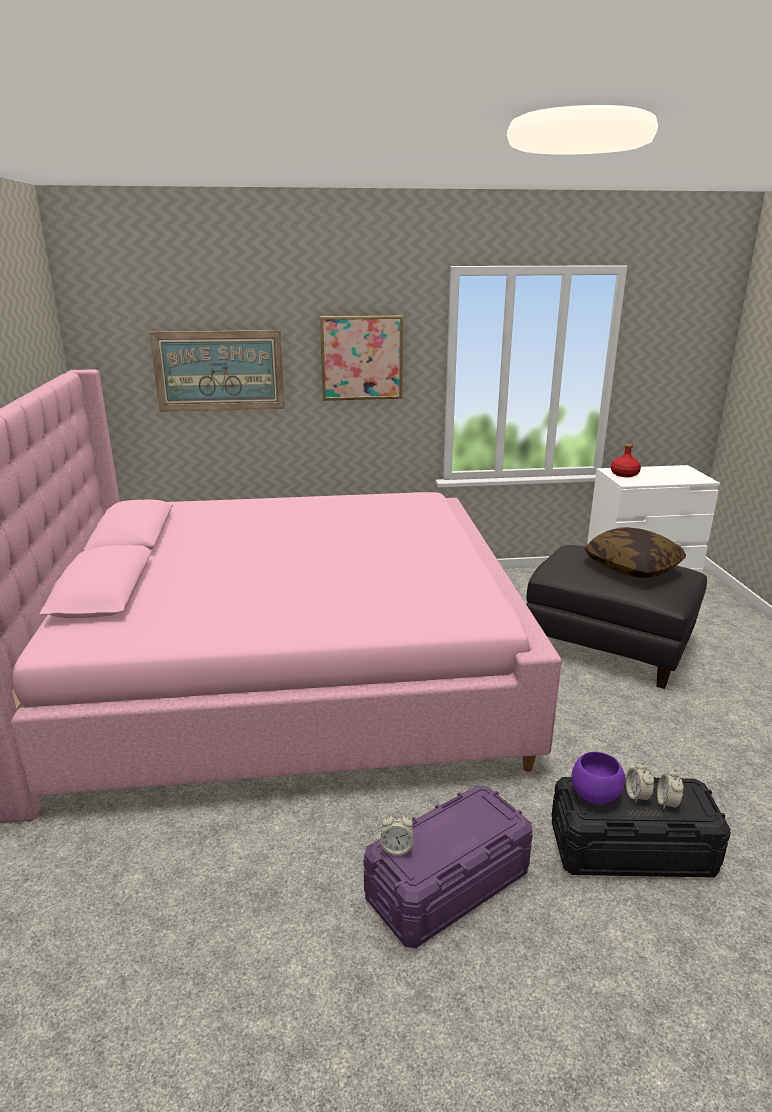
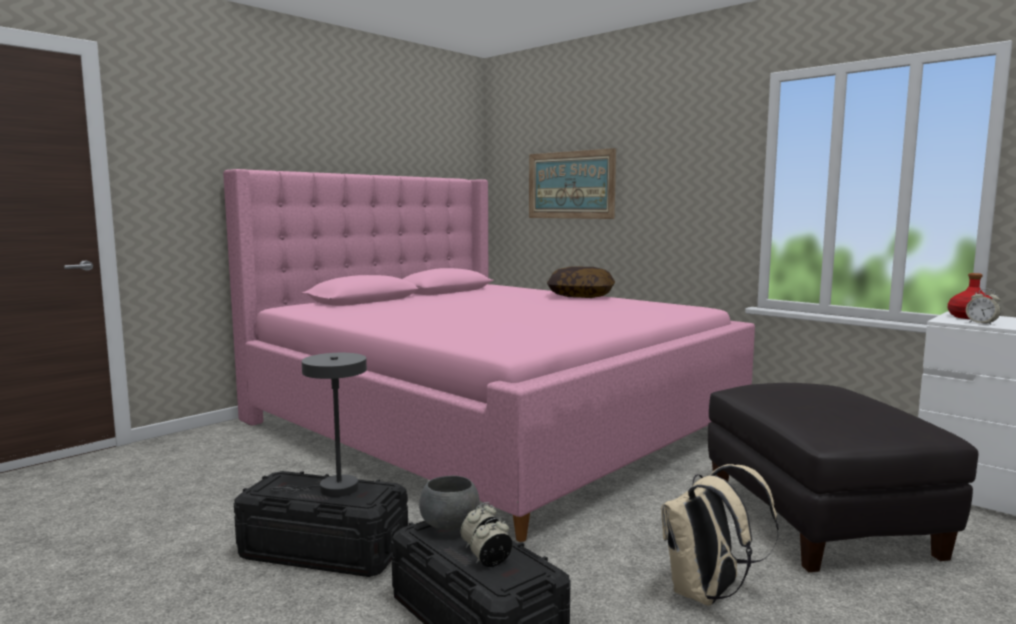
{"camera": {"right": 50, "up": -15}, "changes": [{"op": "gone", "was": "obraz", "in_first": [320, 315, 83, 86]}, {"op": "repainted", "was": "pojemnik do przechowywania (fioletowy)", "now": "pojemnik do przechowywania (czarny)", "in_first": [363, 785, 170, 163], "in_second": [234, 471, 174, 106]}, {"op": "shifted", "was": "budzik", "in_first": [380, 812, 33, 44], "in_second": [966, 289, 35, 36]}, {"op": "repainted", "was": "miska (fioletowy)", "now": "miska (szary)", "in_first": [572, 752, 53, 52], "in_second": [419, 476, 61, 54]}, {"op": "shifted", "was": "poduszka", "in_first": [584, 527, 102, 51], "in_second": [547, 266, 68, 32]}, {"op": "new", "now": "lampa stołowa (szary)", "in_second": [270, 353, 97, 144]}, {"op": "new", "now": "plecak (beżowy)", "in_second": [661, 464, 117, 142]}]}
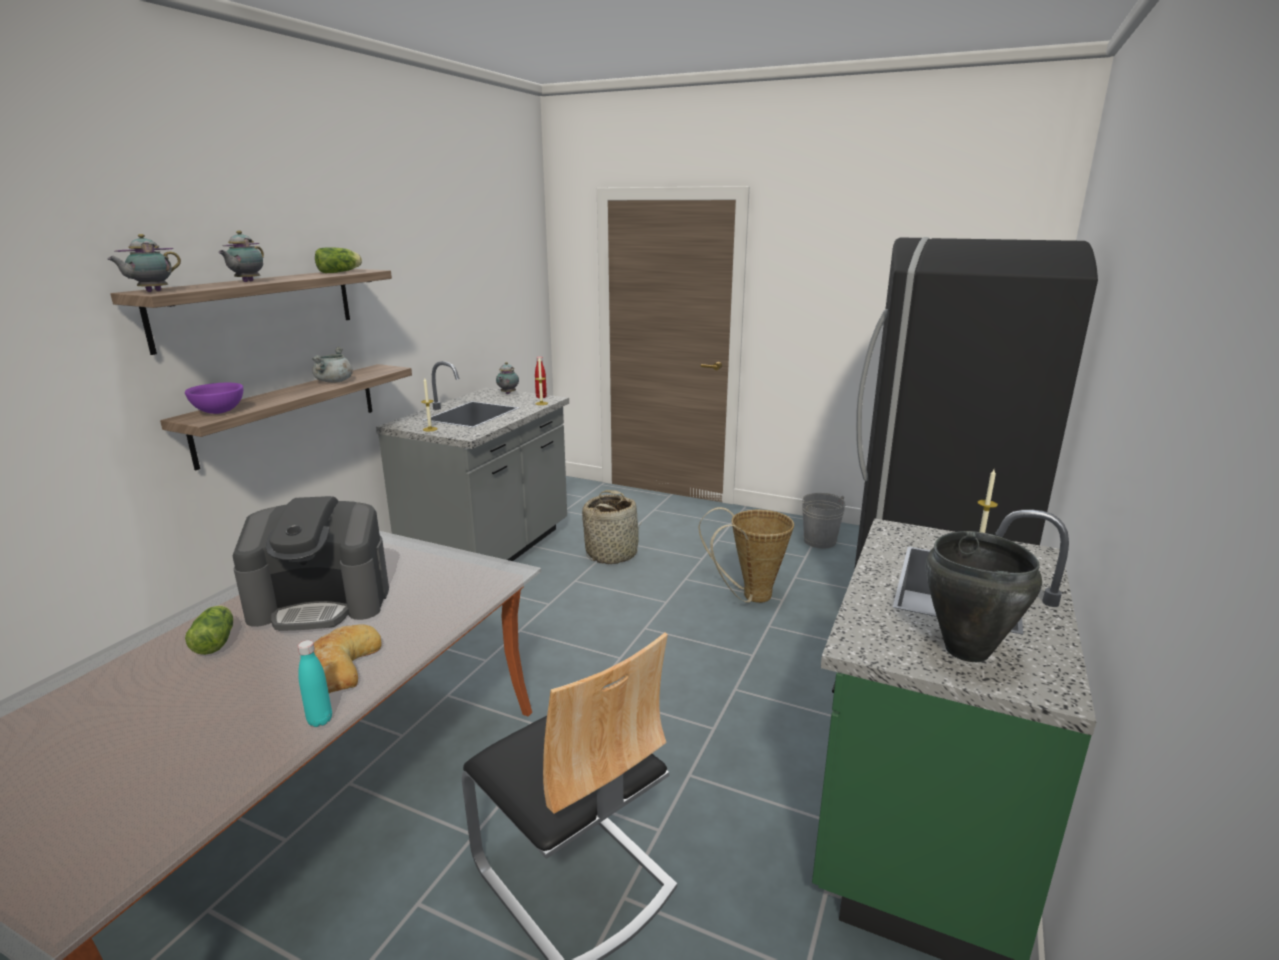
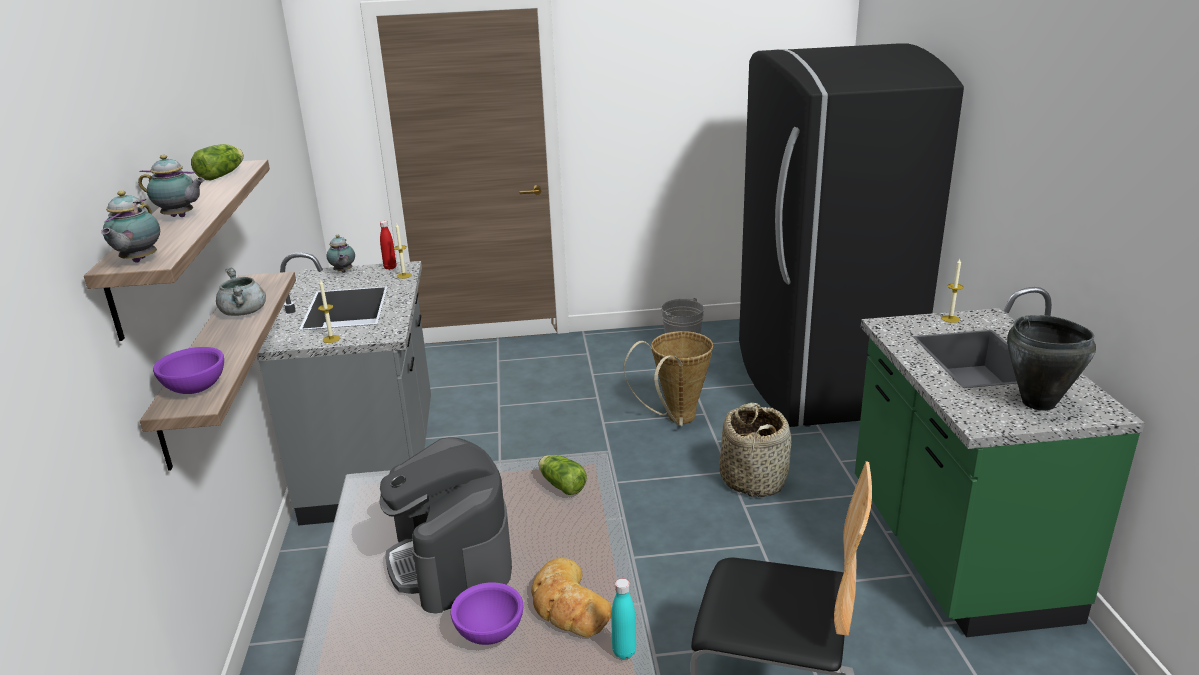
{"camera": {"right": -30, "up": 5}, "changes": [{"op": "shifted", "was": "sałata", "in_first": [185, 605, 48, 50], "in_second": [538, 455, 49, 40]}, {"op": "rotated", "was": "imbryk", "in_first": [218, 231, 46, 51], "in_second": [138, 155, 67, 62], "clockwise": -60}, {"op": "rotated", "was": "ekspres do kawy", "in_first": [233, 496, 156, 135], "in_second": [380, 438, 132, 175], "clockwise": 105}, {"op": "shifted", "was": "koszyk", "in_first": [582, 490, 59, 74], "in_second": [719, 403, 73, 94]}, {"op": "new", "now": "miska (fioletowy)", "in_second": [451, 582, 72, 63]}]}
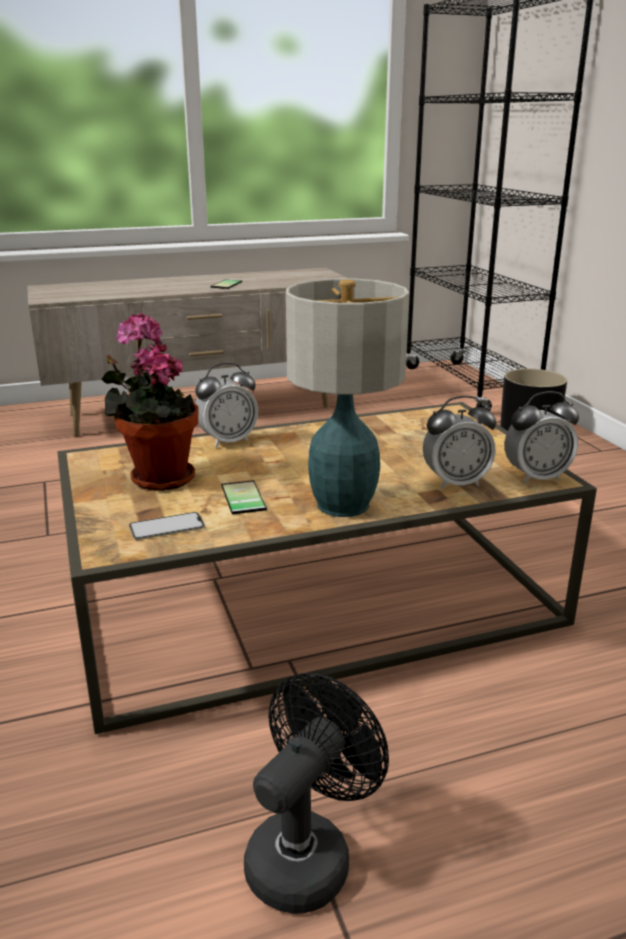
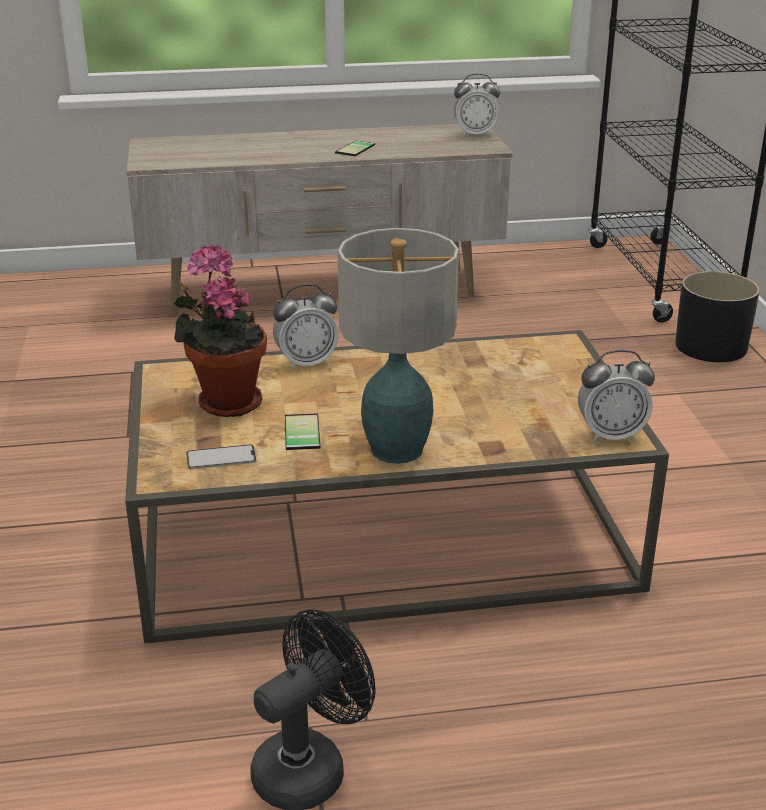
{"camera": {"right": 10, "up": 5}, "changes": [{"op": "shifted", "was": "budzik", "in_first": [423, 396, 73, 94], "in_second": [454, 73, 46, 64]}]}
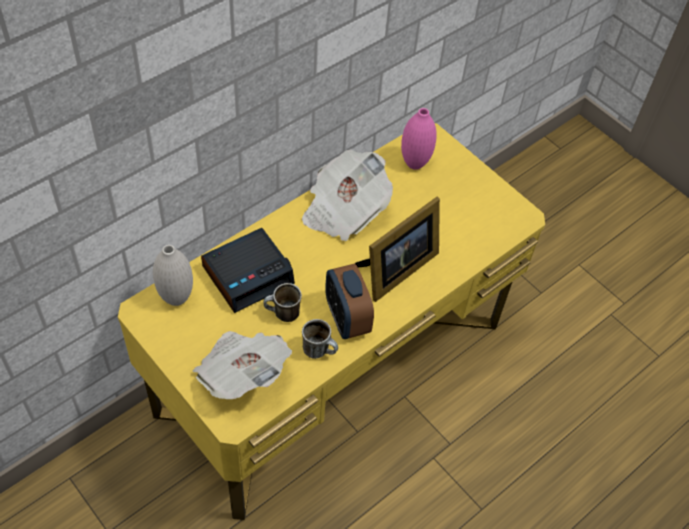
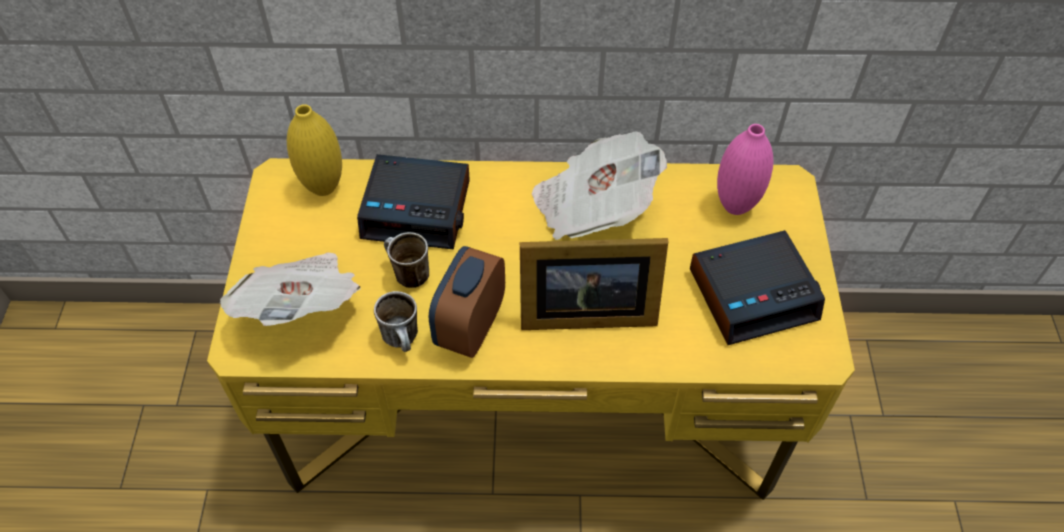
{"camera": {"right": 45, "up": 0}, "changes": [{"op": "repainted", "was": "wazon (biały)", "now": "wazon (żółty)", "in_first": [153, 245, 40, 61], "in_second": [287, 104, 55, 92]}, {"op": "new", "now": "budzik", "in_second": [690, 230, 135, 115]}]}
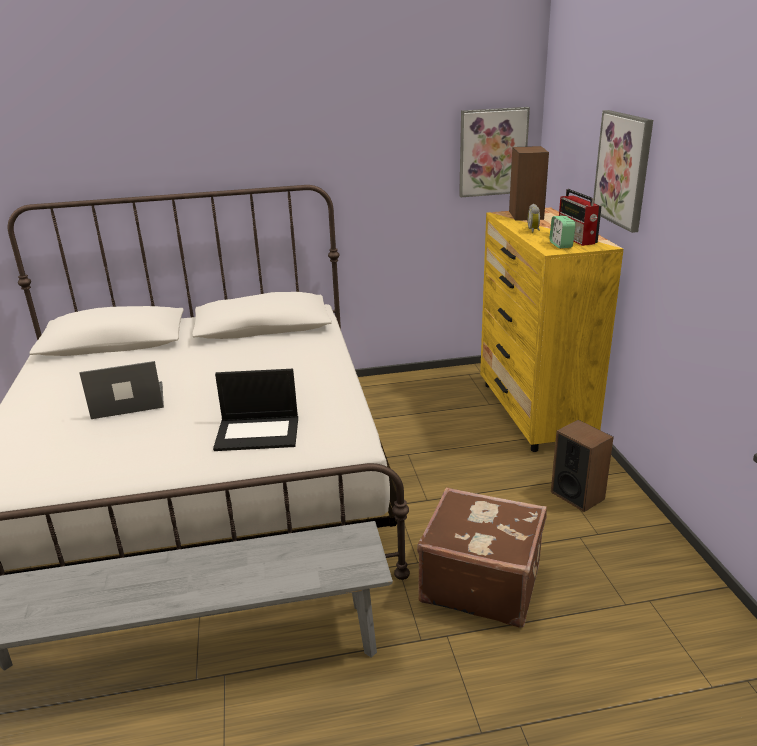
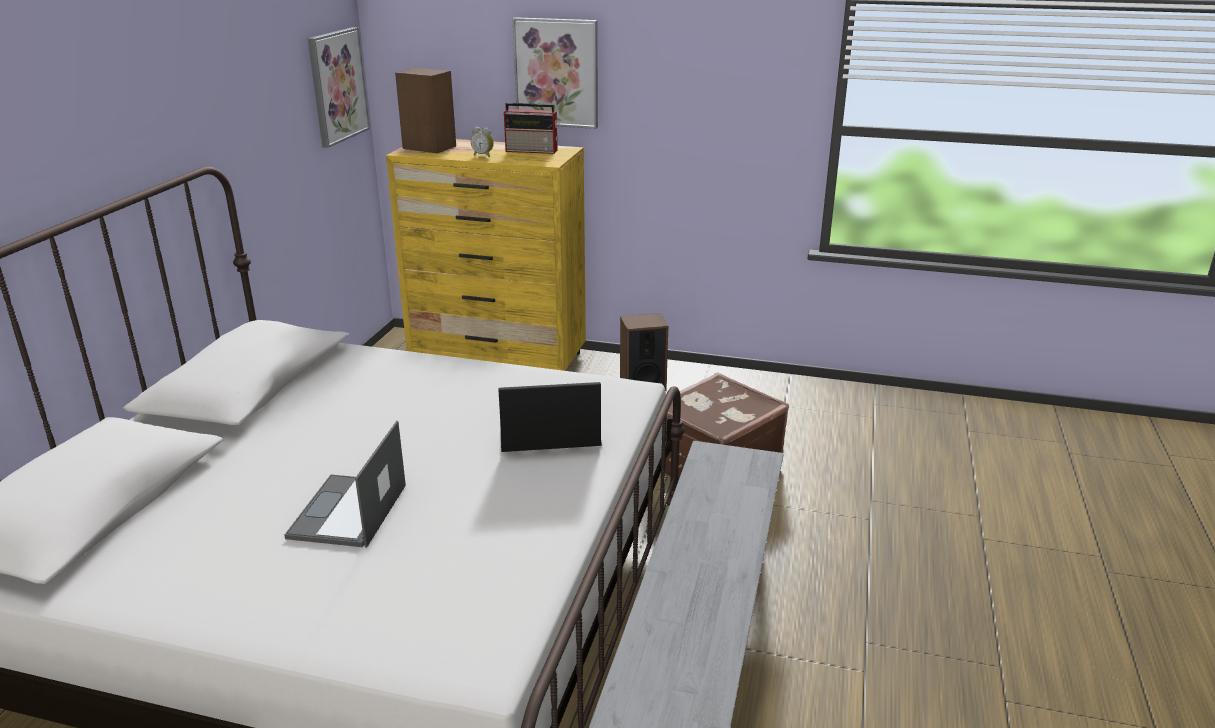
{"camera": {"right": -65, "up": 0}, "changes": [{"op": "rotated", "was": "laptop", "in_first": [213, 369, 85, 82], "in_second": [498, 382, 104, 70], "clockwise": -120}, {"op": "gone", "was": "budzik", "in_first": [550, 216, 26, 32]}]}
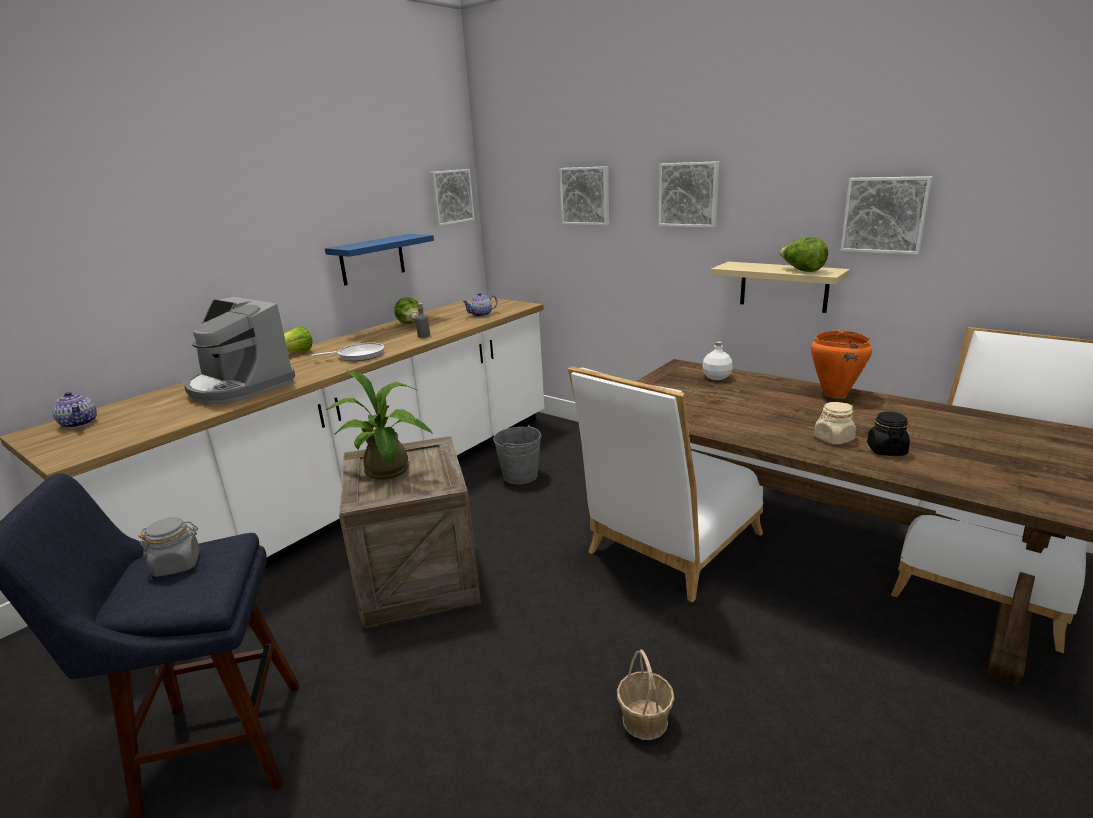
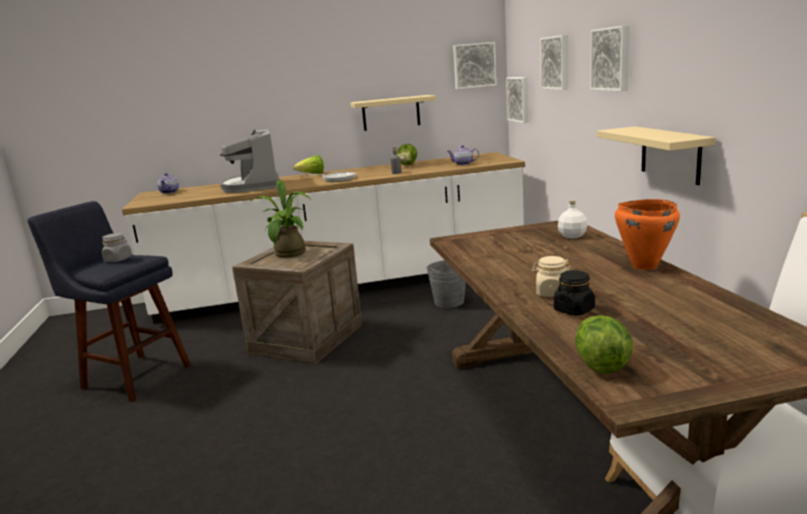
{"camera": {"right": 40, "up": -5}, "changes": [{"op": "repainted", "was": "półka (niebieski)", "now": "półka (beżowy)", "in_first": [325, 234, 109, 52], "in_second": [351, 95, 85, 36]}, {"op": "gone", "was": "krzesło (biały)", "in_first": [568, 366, 195, 236]}, {"op": "gone", "was": "koszyk", "in_first": [617, 649, 58, 91]}, {"op": "shifted", "was": "sałata", "in_first": [779, 237, 49, 35], "in_second": [575, 315, 58, 59]}, {"op": "shifted", "was": "obraz", "in_first": [840, 176, 92, 79], "in_second": [506, 77, 23, 46]}]}
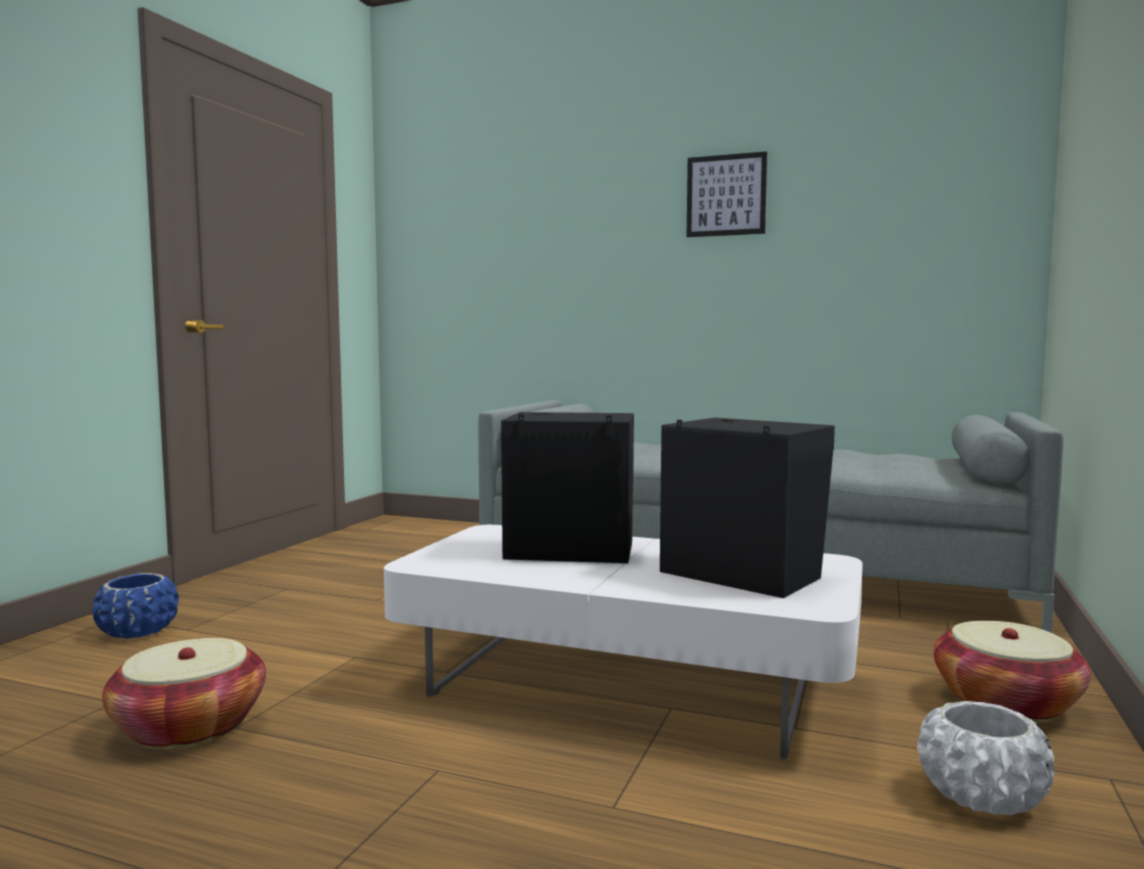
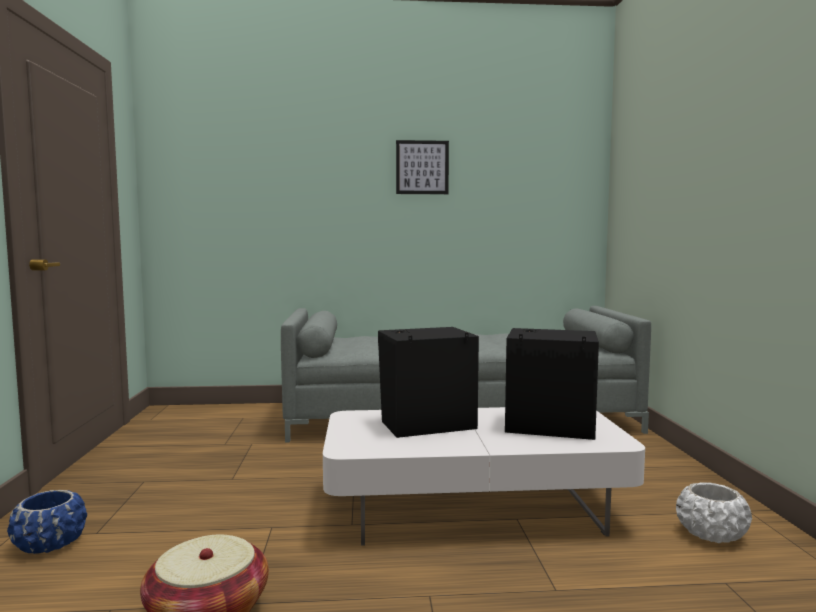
{"camera": {"right": -25, "up": 0}, "changes": [{"op": "gone", "was": "koszyk", "in_first": [934, 621, 157, 102]}]}
